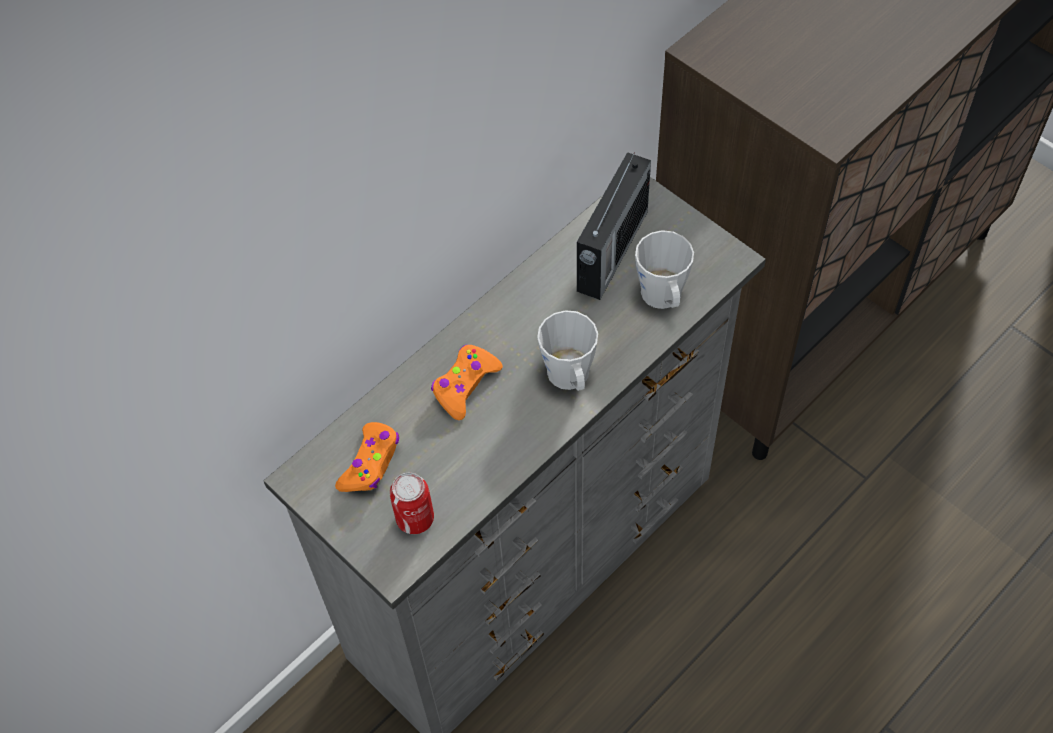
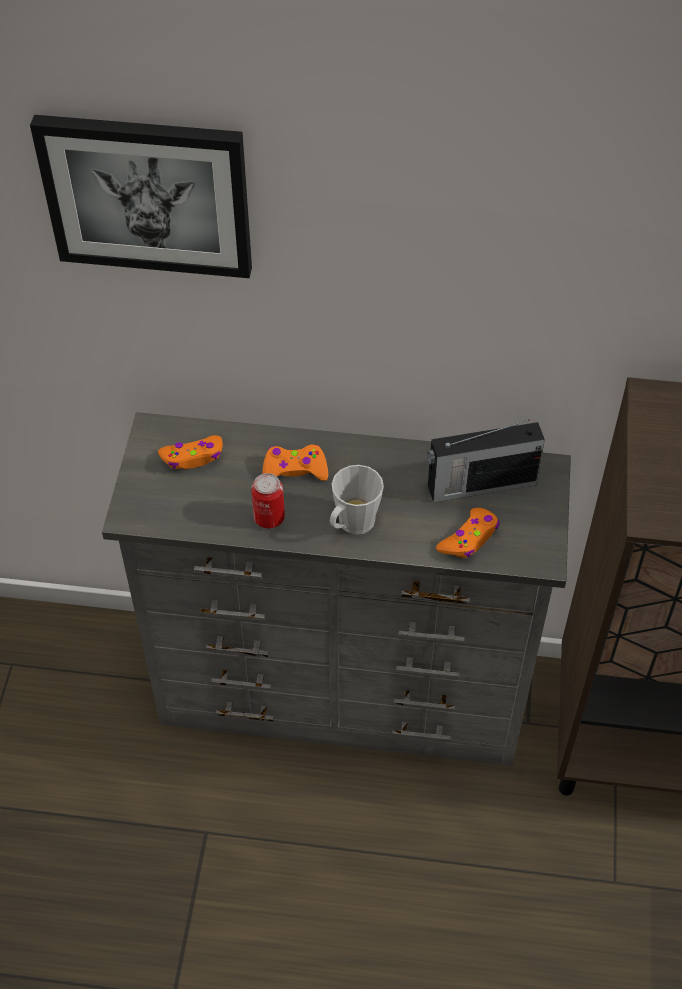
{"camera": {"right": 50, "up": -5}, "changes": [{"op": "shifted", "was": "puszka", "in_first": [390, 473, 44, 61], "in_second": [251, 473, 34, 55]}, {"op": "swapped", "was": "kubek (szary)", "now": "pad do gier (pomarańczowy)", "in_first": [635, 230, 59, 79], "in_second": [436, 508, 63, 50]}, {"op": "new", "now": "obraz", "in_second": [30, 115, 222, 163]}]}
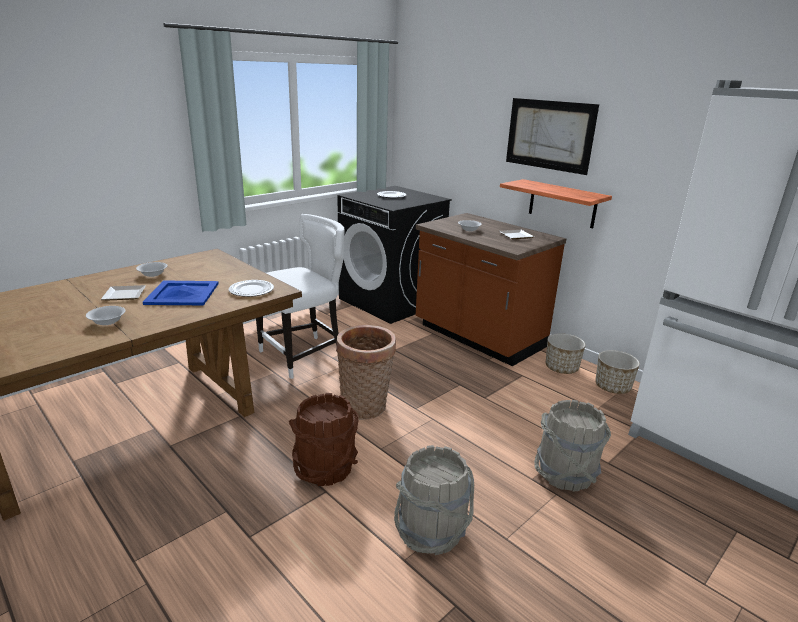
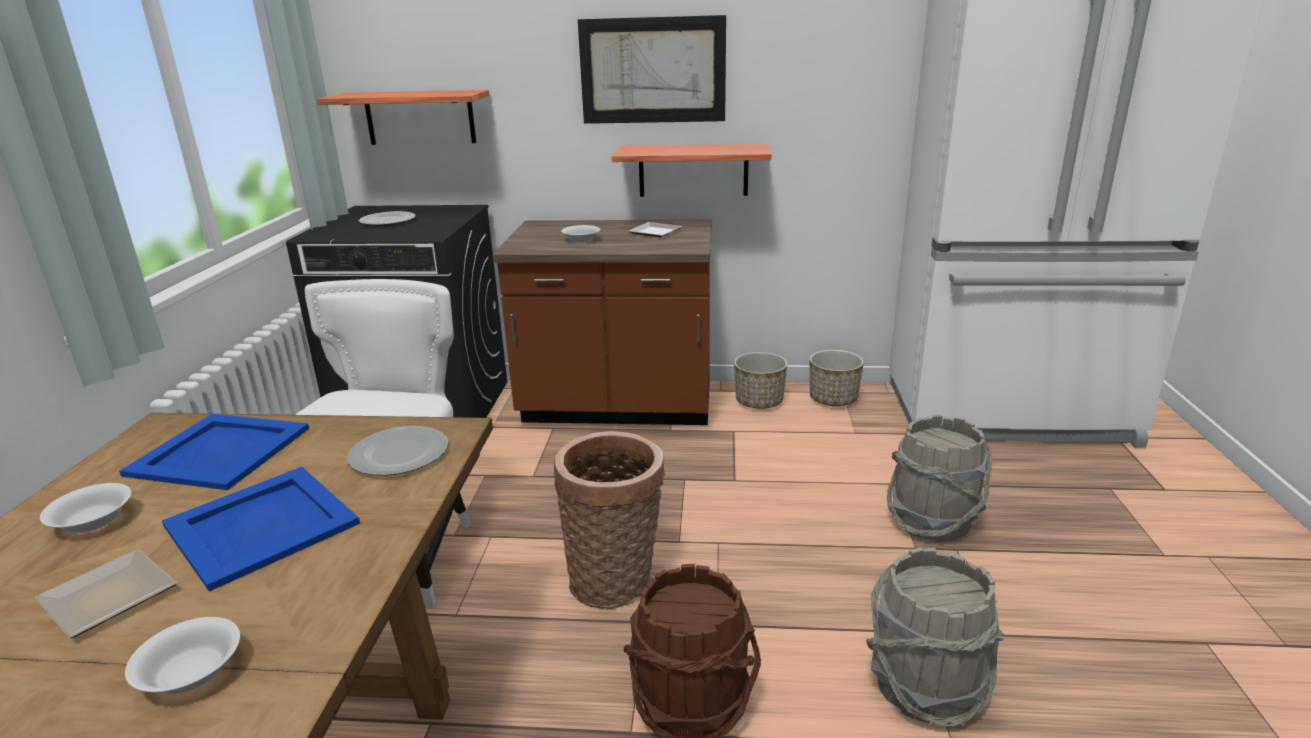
{"camera": {"right": -40, "up": 0}, "changes": [{"op": "new", "now": "taca (niebieski)", "in_second": [119, 414, 190, 76]}, {"op": "new", "now": "półka", "in_second": [316, 90, 173, 55]}]}
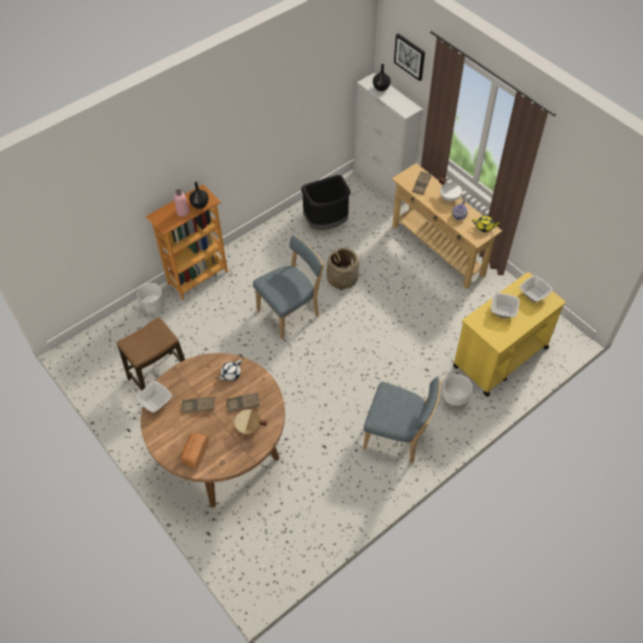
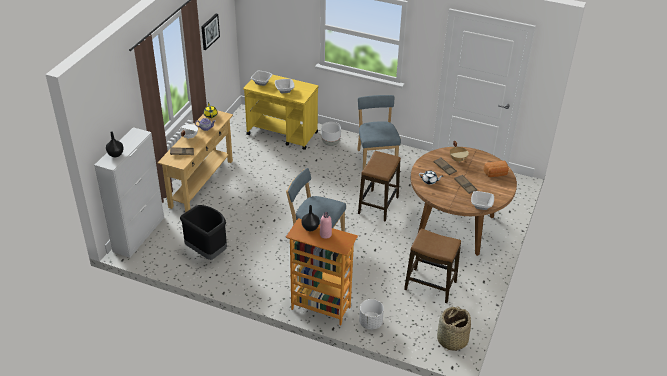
{"camera": {"right": -120, "up": -15}, "changes": [{"op": "shifted", "was": "koszyk", "in_first": [327, 248, 32, 41], "in_second": [437, 306, 34, 45]}, {"op": "shifted", "was": "obraz", "in_first": [394, 34, 31, 47], "in_second": [201, 13, 19, 37]}, {"op": "new", "now": "stołek", "in_second": [358, 151, 43, 71]}]}
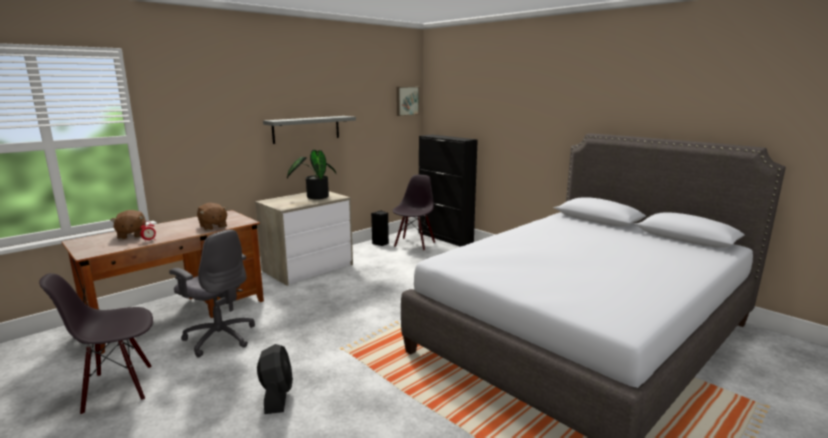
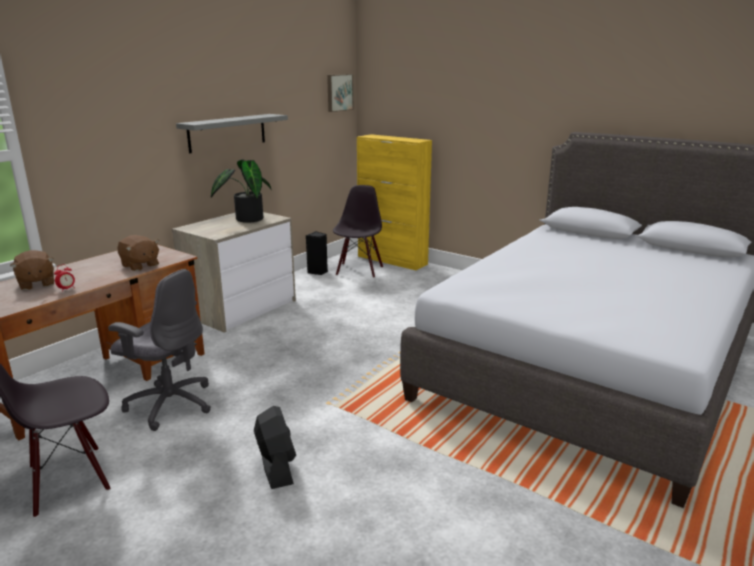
{"camera": {"right": -10, "up": 5}, "changes": [{"op": "repainted", "was": "szafka (czarny)", "now": "szafka (żółty)", "in_first": [419, 135, 59, 112], "in_second": [357, 134, 75, 136]}]}
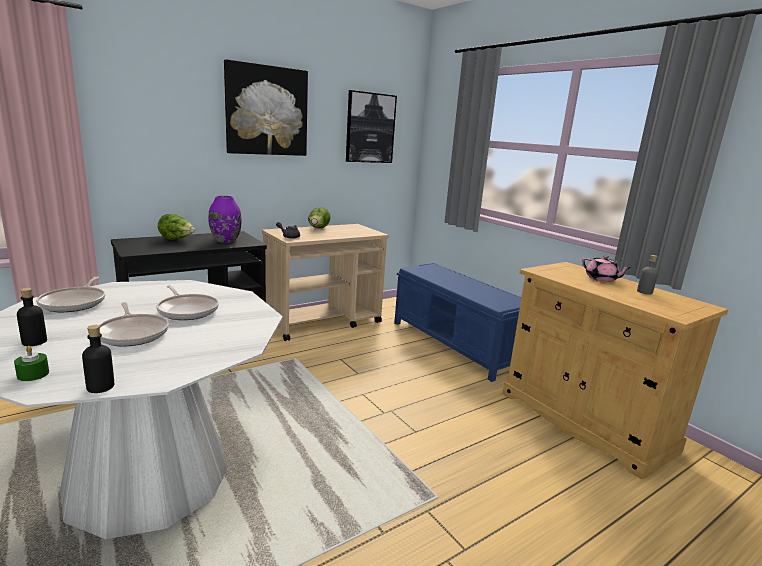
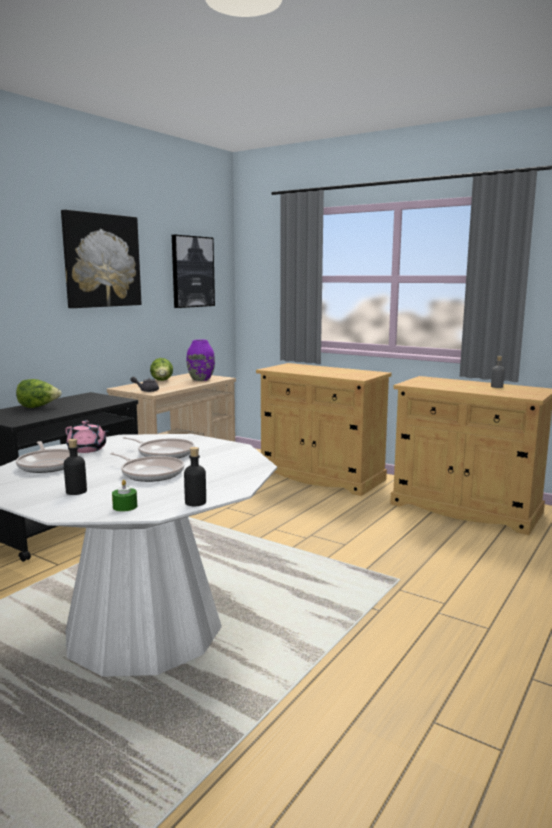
{"camera": {"right": -20, "up": -5}, "changes": [{"op": "shifted", "was": "wazon (fioletowy)", "in_first": [208, 196, 34, 47], "in_second": [186, 340, 29, 41]}, {"op": "swapped", "was": "ławka (niebieski)", "now": "szafka (beżowy)", "in_first": [394, 263, 128, 119], "in_second": [256, 363, 136, 133]}, {"op": "shifted", "was": "imbryk (różowy)", "in_first": [582, 255, 50, 27], "in_second": [65, 421, 44, 32]}]}
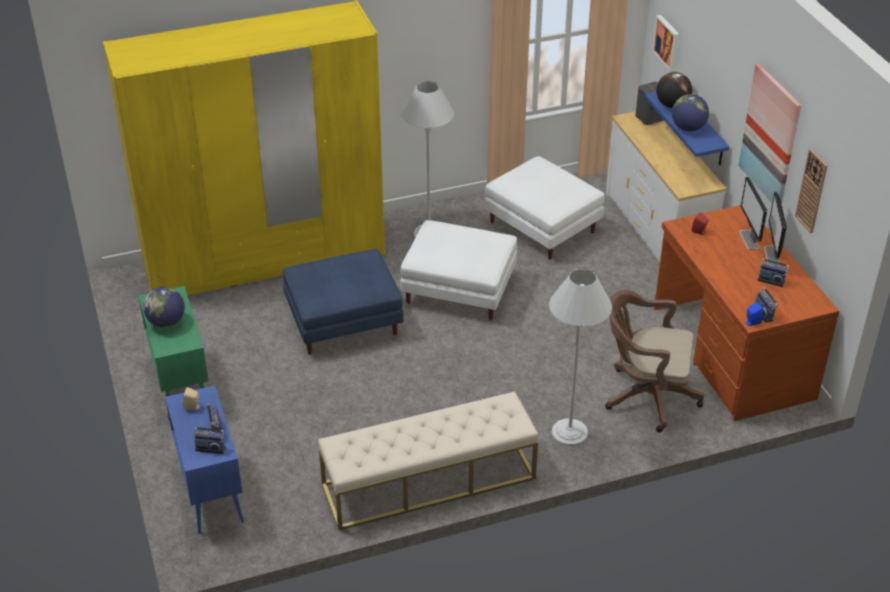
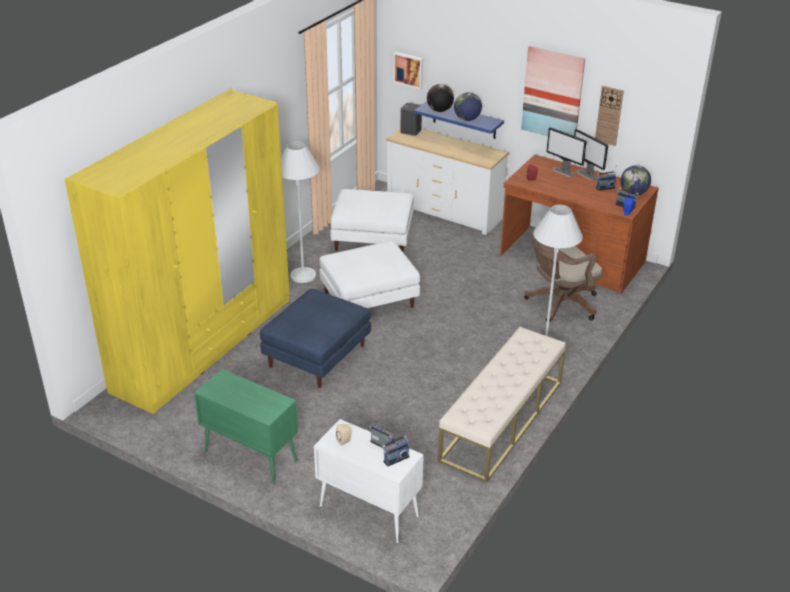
{"camera": {"right": -40, "up": -5}, "changes": [{"op": "shifted", "was": "globus", "in_first": [143, 287, 42, 40], "in_second": [621, 165, 30, 30]}, {"op": "repainted", "was": "szafka (niebieski)", "now": "szafka (biały)", "in_first": [165, 385, 79, 149], "in_second": [314, 419, 110, 124]}]}
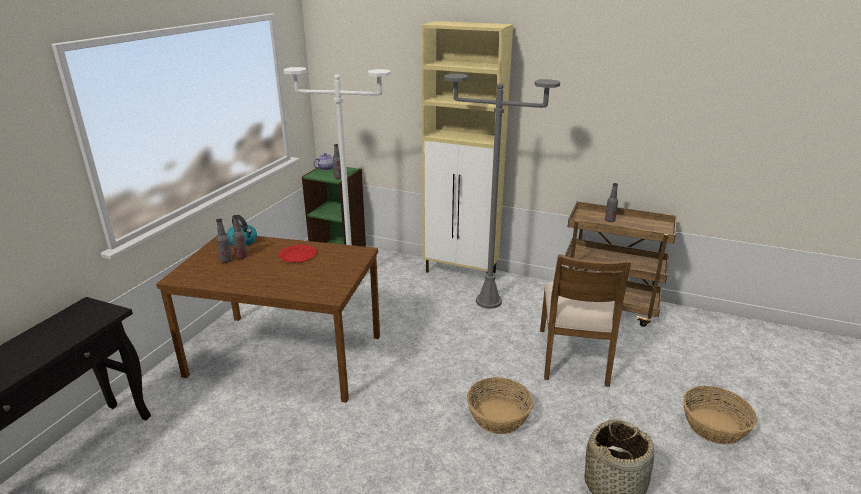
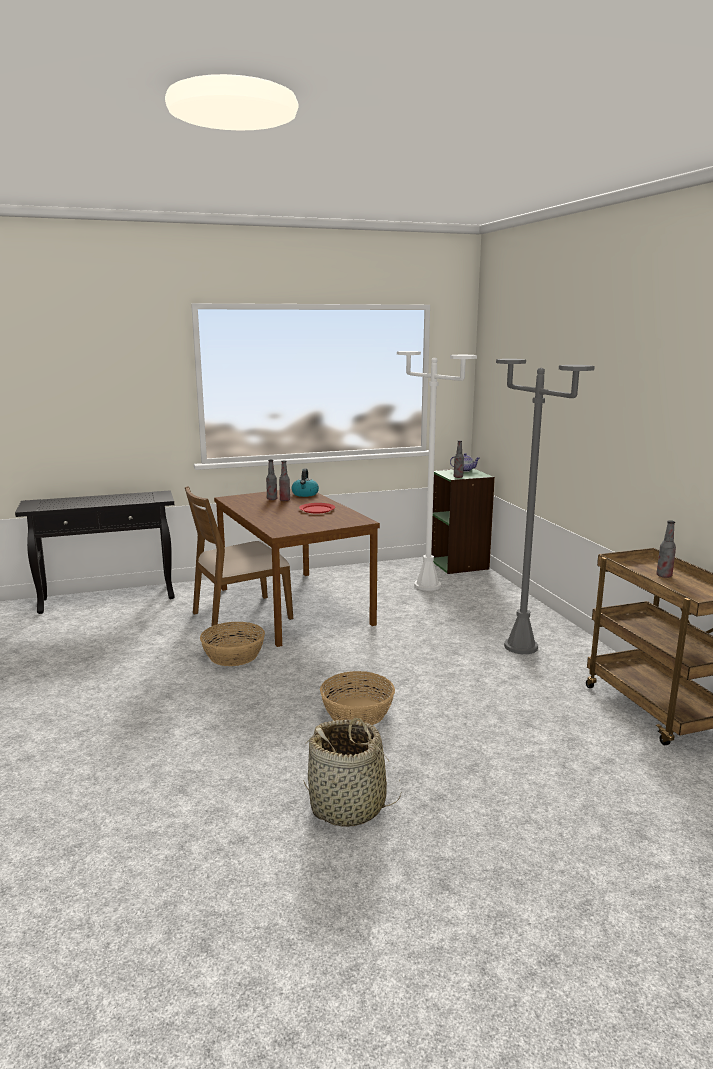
{"camera": {"right": 50, "up": -10}, "changes": [{"op": "gone", "was": "szafka (beżowy)", "in_first": [421, 21, 92, 252]}, {"op": "shifted", "was": "krzesło (brązowy)", "in_first": [540, 254, 91, 133], "in_second": [185, 486, 108, 148]}, {"op": "shifted", "was": "koszyk", "in_first": [683, 386, 74, 59], "in_second": [200, 622, 65, 44]}]}
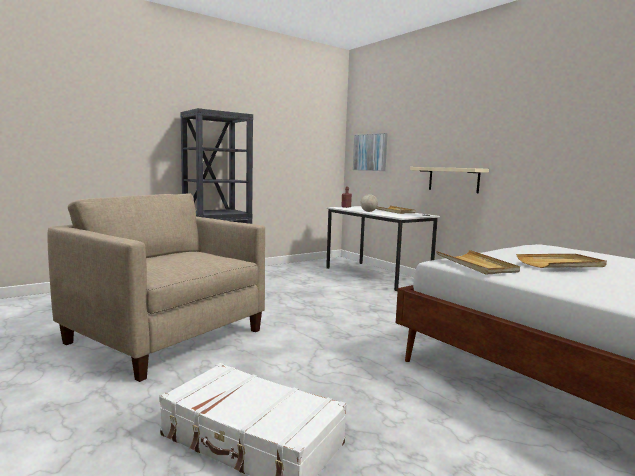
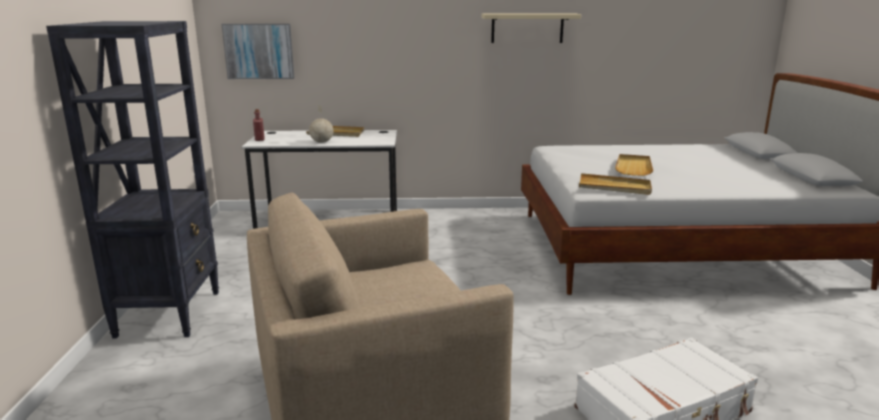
{"camera": {"right": -55, "up": 10}, "changes": [{"op": "shifted", "was": "półka (beżowy)", "in_first": [410, 167, 79, 26], "in_second": [481, 13, 100, 30]}]}
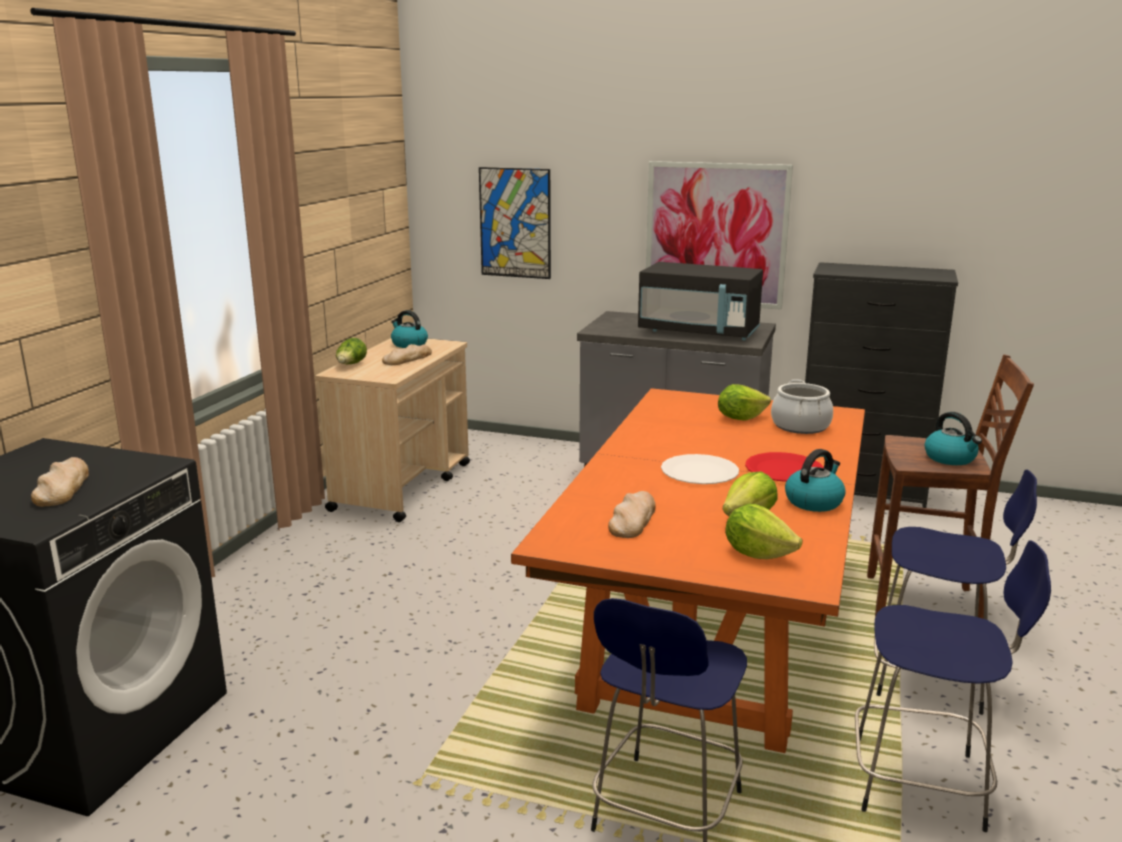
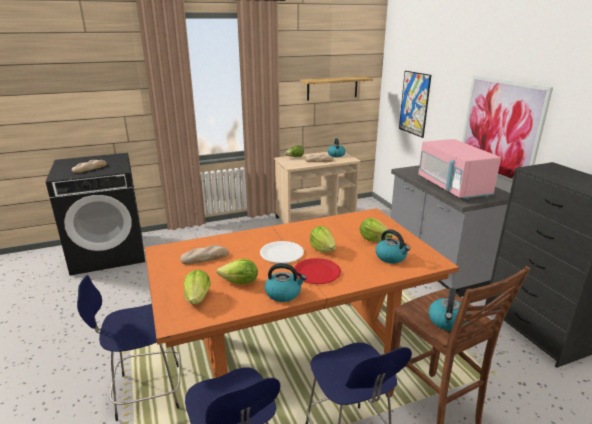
{"camera": {"right": 50, "up": 5}, "changes": [{"op": "repainted", "was": "mikrofalówka (czarny)", "now": "mikrofalówka (różowy)", "in_first": [638, 262, 125, 78], "in_second": [418, 139, 83, 61]}, {"op": "swapped", "was": "garnek", "now": "czajnik", "in_first": [771, 380, 62, 54], "in_second": [375, 229, 35, 35]}, {"op": "new", "now": "półka", "in_second": [300, 76, 74, 25]}, {"op": "new", "now": "sałata", "in_second": [310, 226, 26, 27]}]}
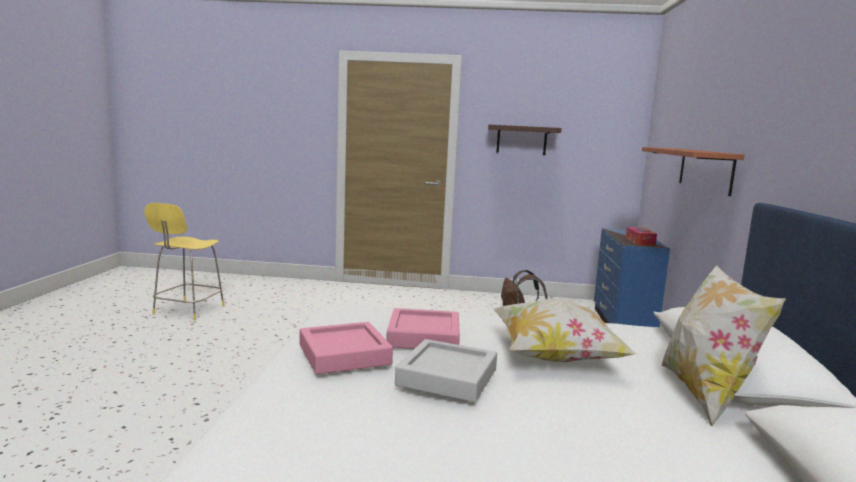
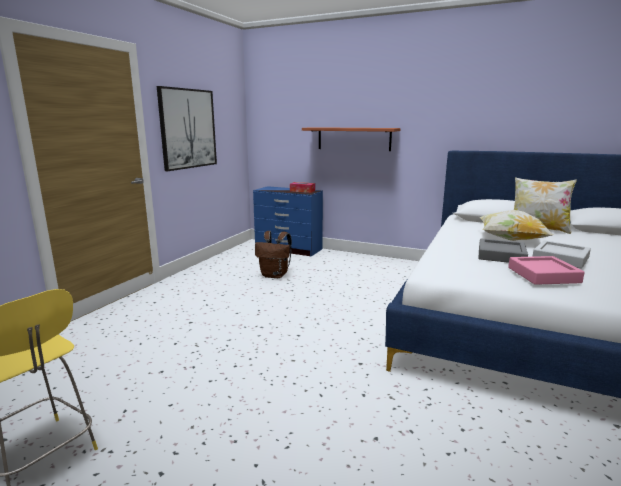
{"camera": {"right": -70, "up": 5}, "changes": [{"op": "repainted", "was": "taca (różowy)", "now": "taca (szary)", "in_first": [386, 308, 74, 41], "in_second": [478, 238, 50, 25]}, {"op": "swapped", "was": "półka", "now": "obraz", "in_first": [488, 124, 73, 31], "in_second": [157, 86, 60, 85]}]}
